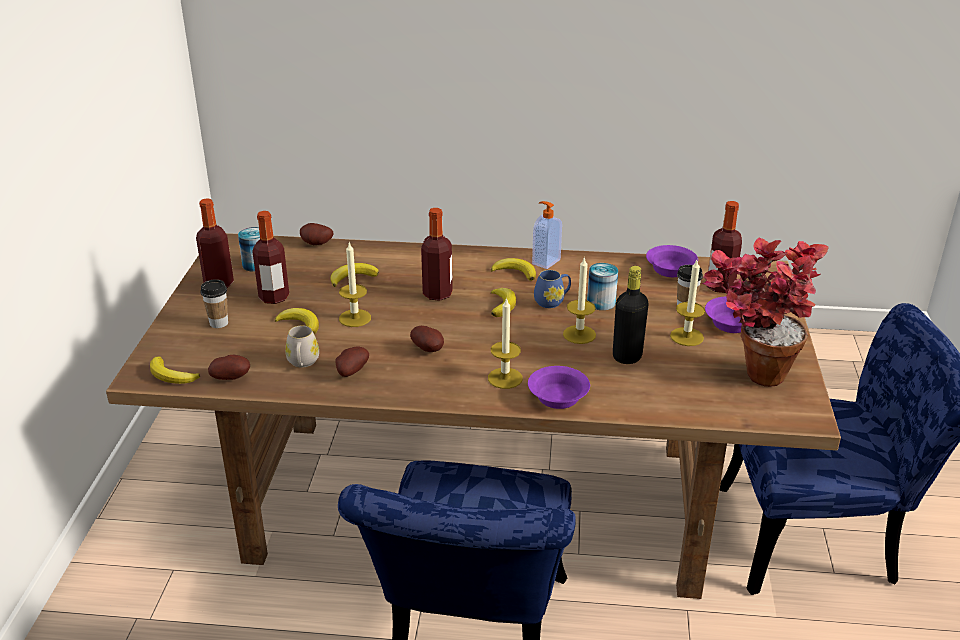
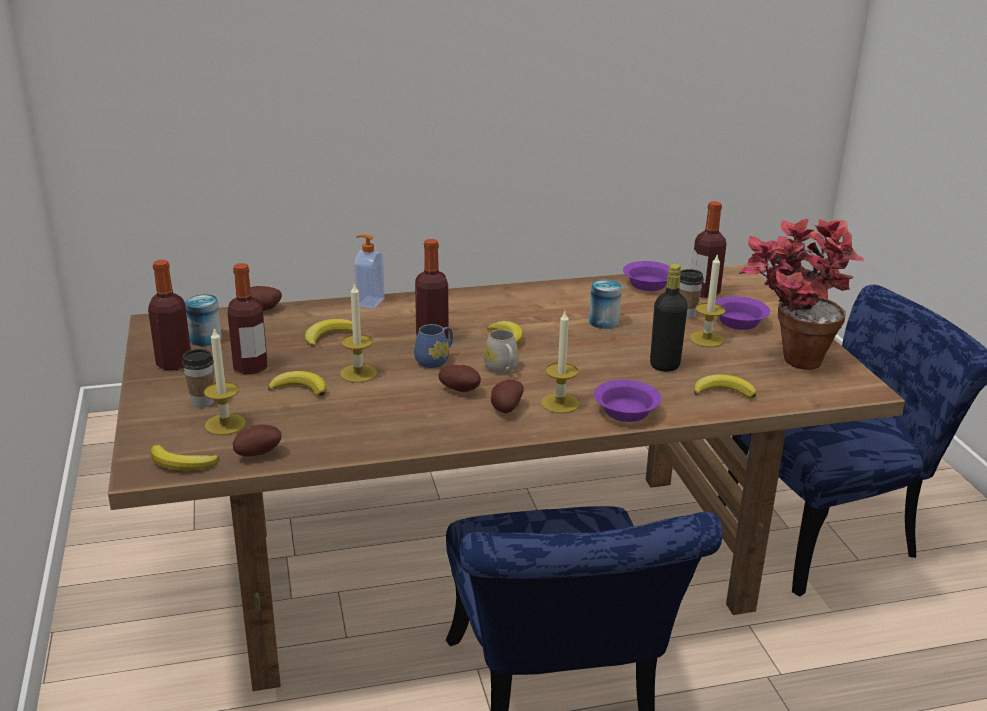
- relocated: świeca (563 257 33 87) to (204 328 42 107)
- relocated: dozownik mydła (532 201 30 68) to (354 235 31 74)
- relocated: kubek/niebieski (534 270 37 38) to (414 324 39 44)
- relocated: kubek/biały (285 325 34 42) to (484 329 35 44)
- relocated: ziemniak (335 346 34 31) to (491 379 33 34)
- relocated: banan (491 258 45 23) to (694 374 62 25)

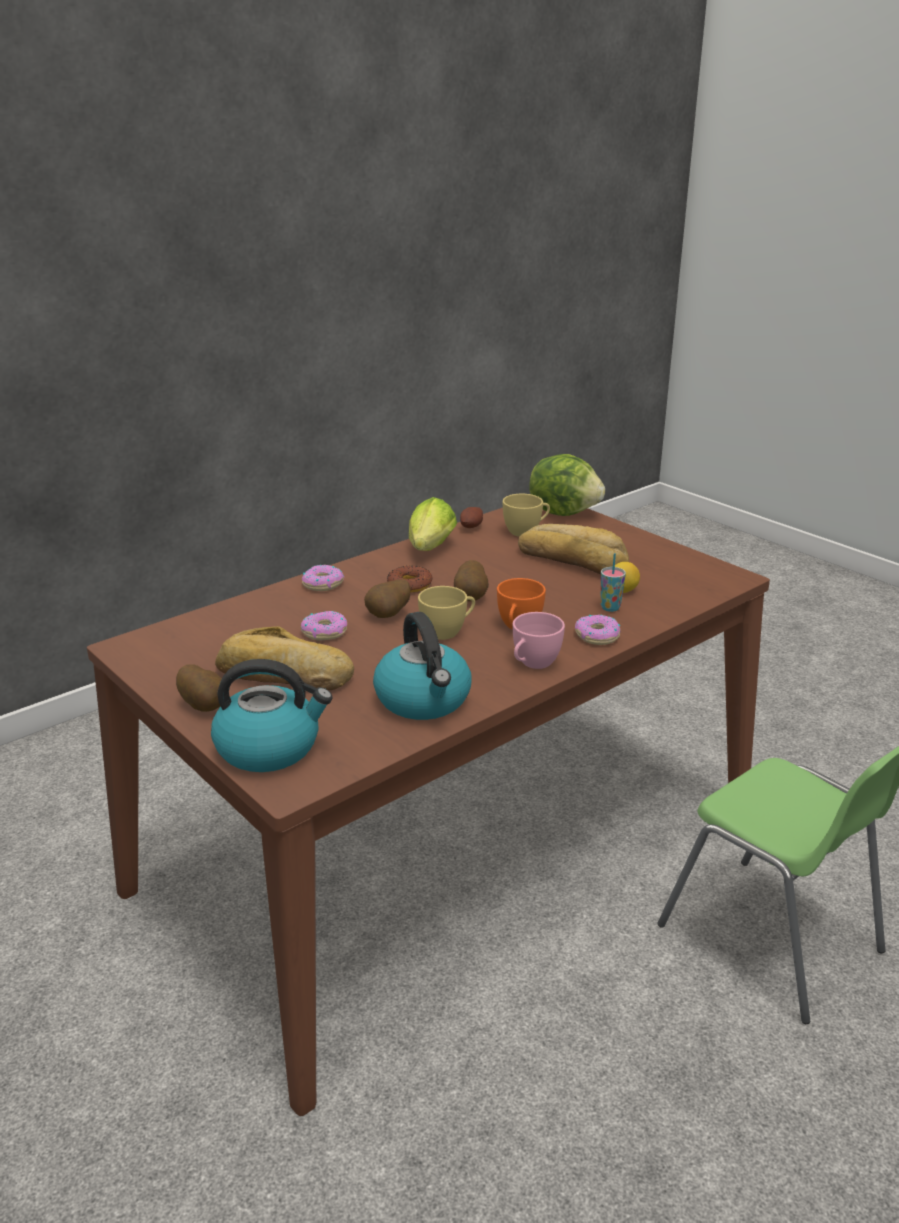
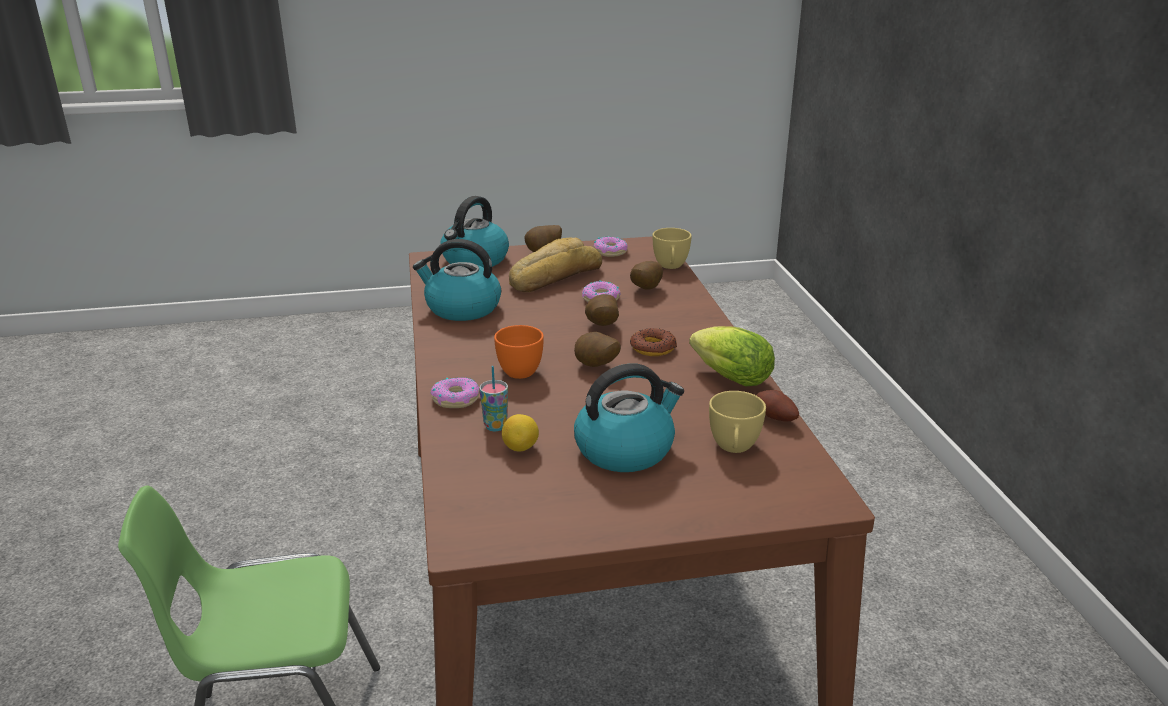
- exchanged: chleb (518 524 111 50) to czajnik (574 363 110 109)
- relocated: donut (302 565 42 26) to (594 236 34 21)
- appeared: ziemniak (630 261 33 29)
- relocated: filiżanka/żółty (418 586 57 54) to (653 228 39 41)
- missing: filiżanka/różowy (513 612 52 57)
- missing: sałata (529 454 76 62)

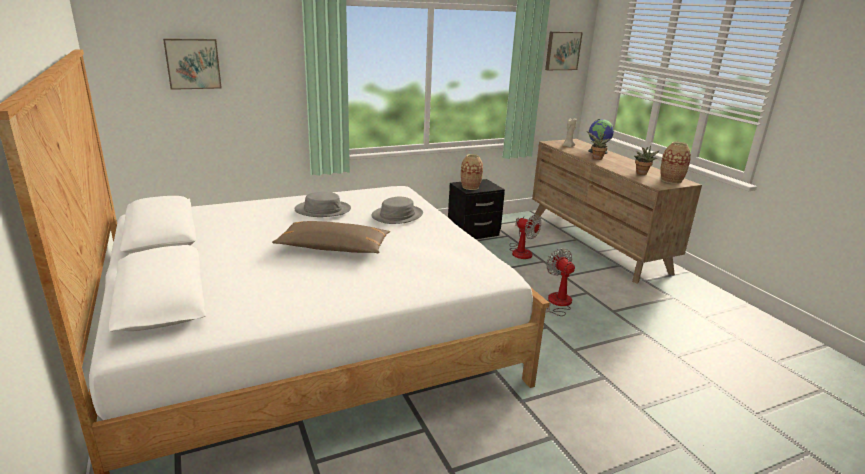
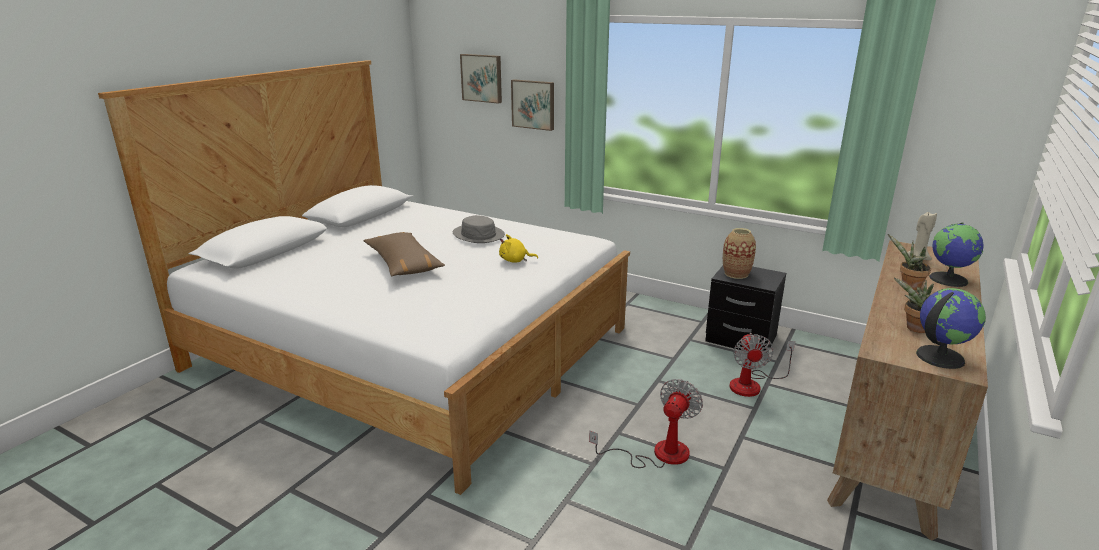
- exchanged: kapelusz/szary (371 196 52 28) to pluszak/żółty (499 234 39 28)
- relocated: obraz (545 31 38 39) to (511 79 43 52)
- exchanged: wazon (660 142 31 42) to globus (916 288 70 81)

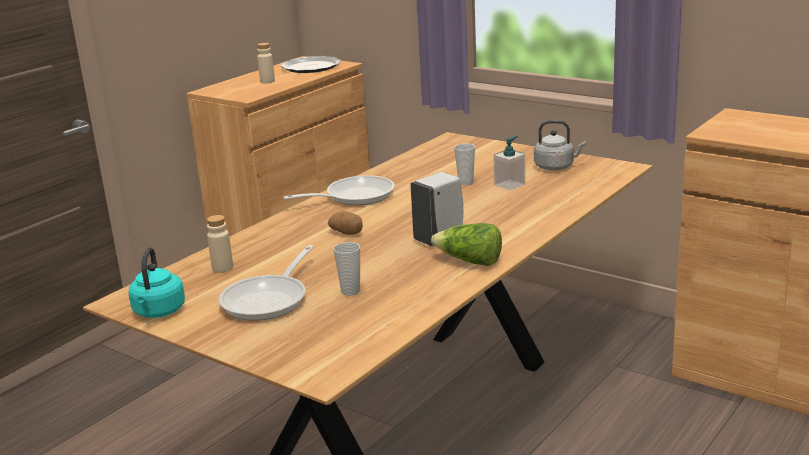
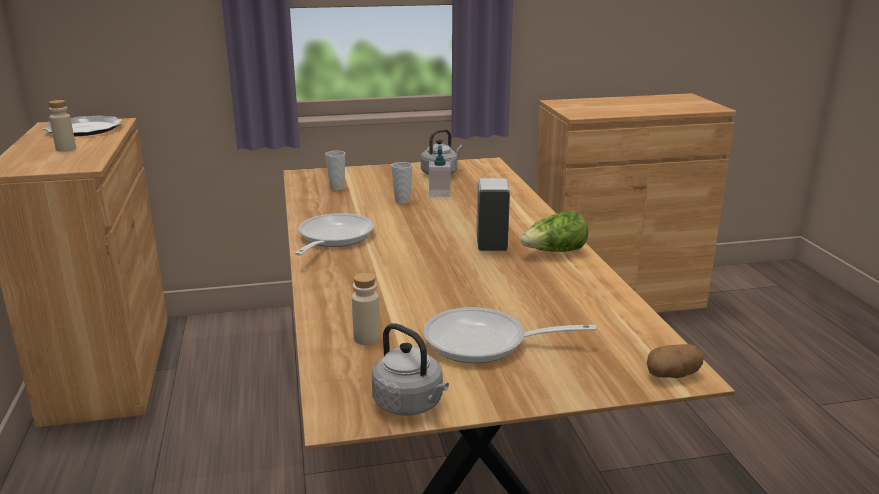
- relocated: filiżanka (333 242 27 54) to (325 151 20 39)
- colour: czajnik/turkusowy (128 247 57 71) to czajnik/szary (372 323 77 93)
- spun: patelnia (219 245 95 76) = (423 307 173 56) 120 degrees clockwise
- relocated: ziemniak (328 211 35 24) to (647 344 57 34)

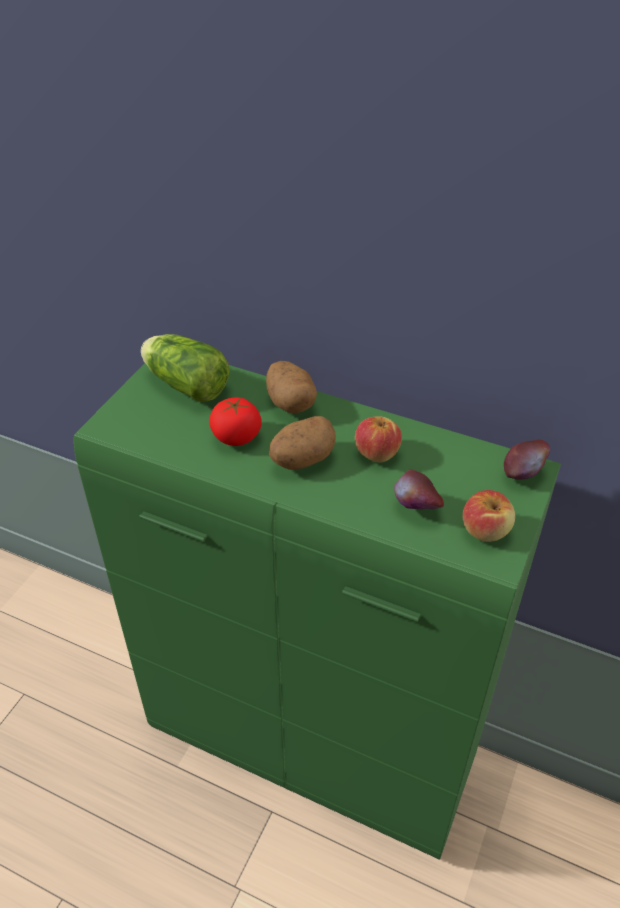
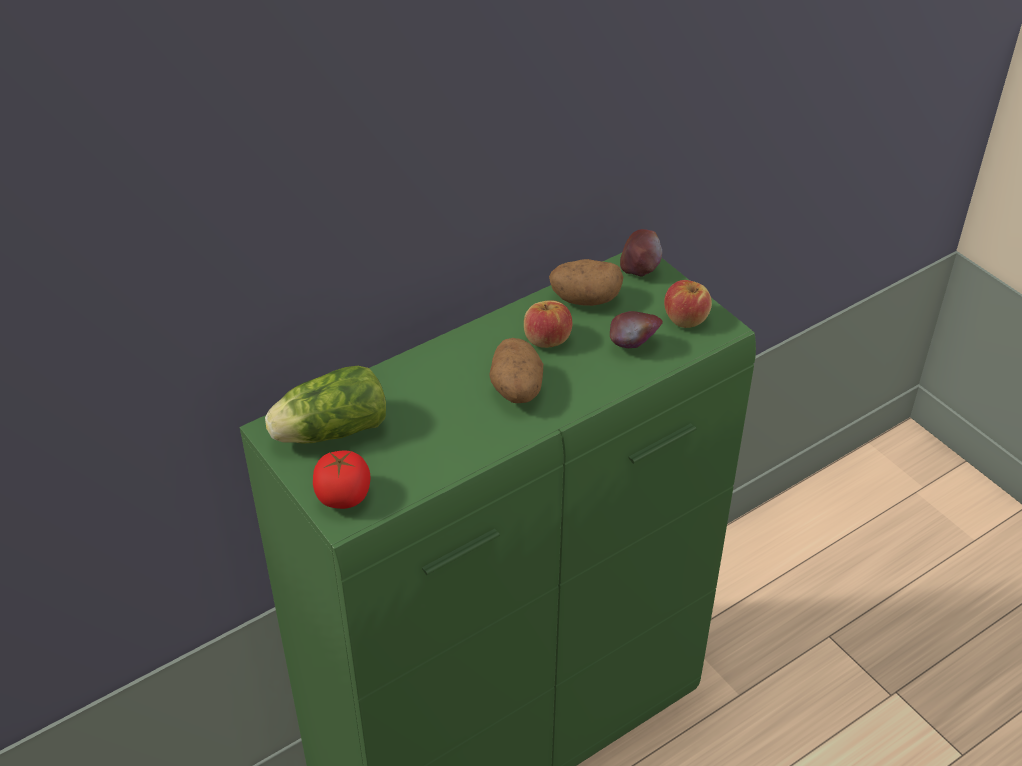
- relocated: pomidor (209 397 53 49) to (313 450 58 59)
- relocated: ziemniak (266 361 51 53) to (549 259 74 47)

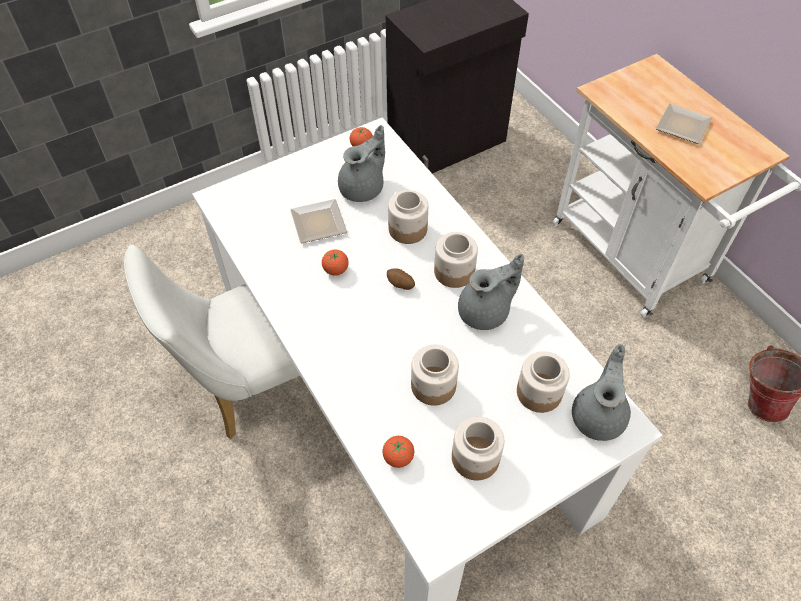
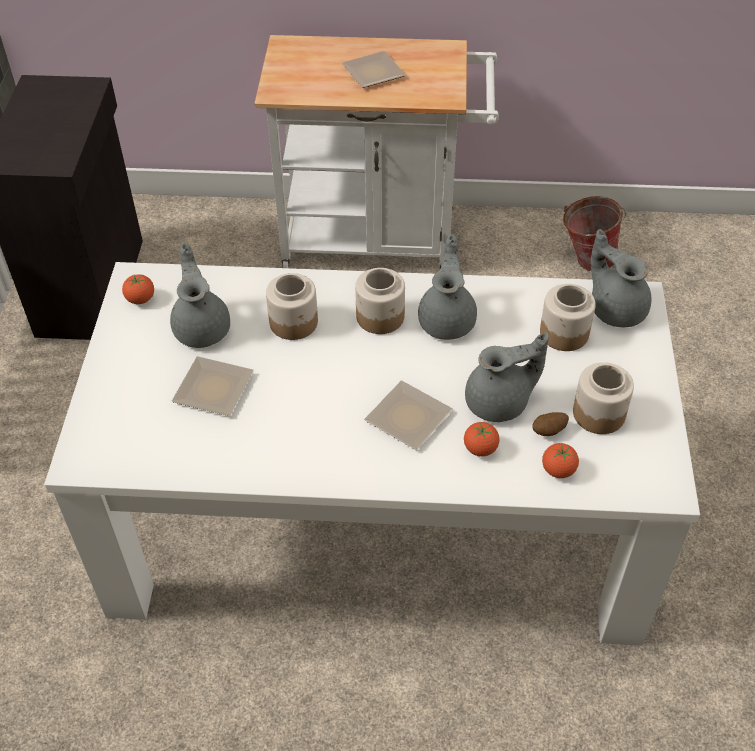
- appeared: talerz (364 381 89 69)
- relocated: pomidor (322 250 27 26) to (464 422 36 34)
- exchanged: słoik (411 345 48 61) to imbryk/szary (465 332 84 90)
- relocated: ziemniak (387 268 28 22) to (532 412 37 24)
- missing: krzesło/biały (124 245 176 194)

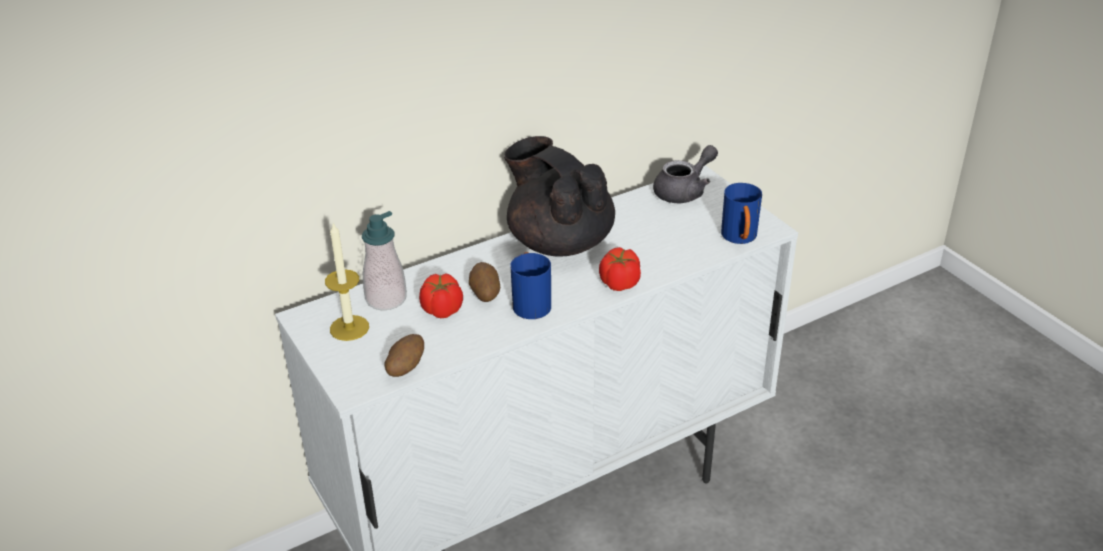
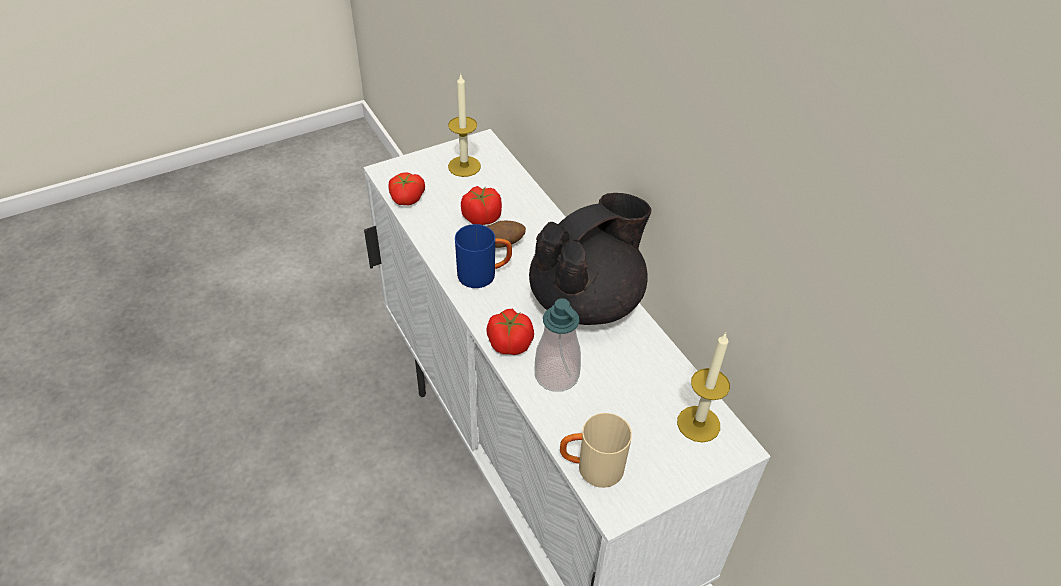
- exchanged: ziemniak (384 334 40 43) to pomidor (389 172 36 33)
- relocated: dozownik mydła (362 211 45 99) to (535 299 46 93)
- colour: kubek/niebieski (721 183 41 61) to kubek/beżowy (560 413 72 75)
- exchanged: imbryk/szary (653 145 65 58) to świeca (677 333 53 110)

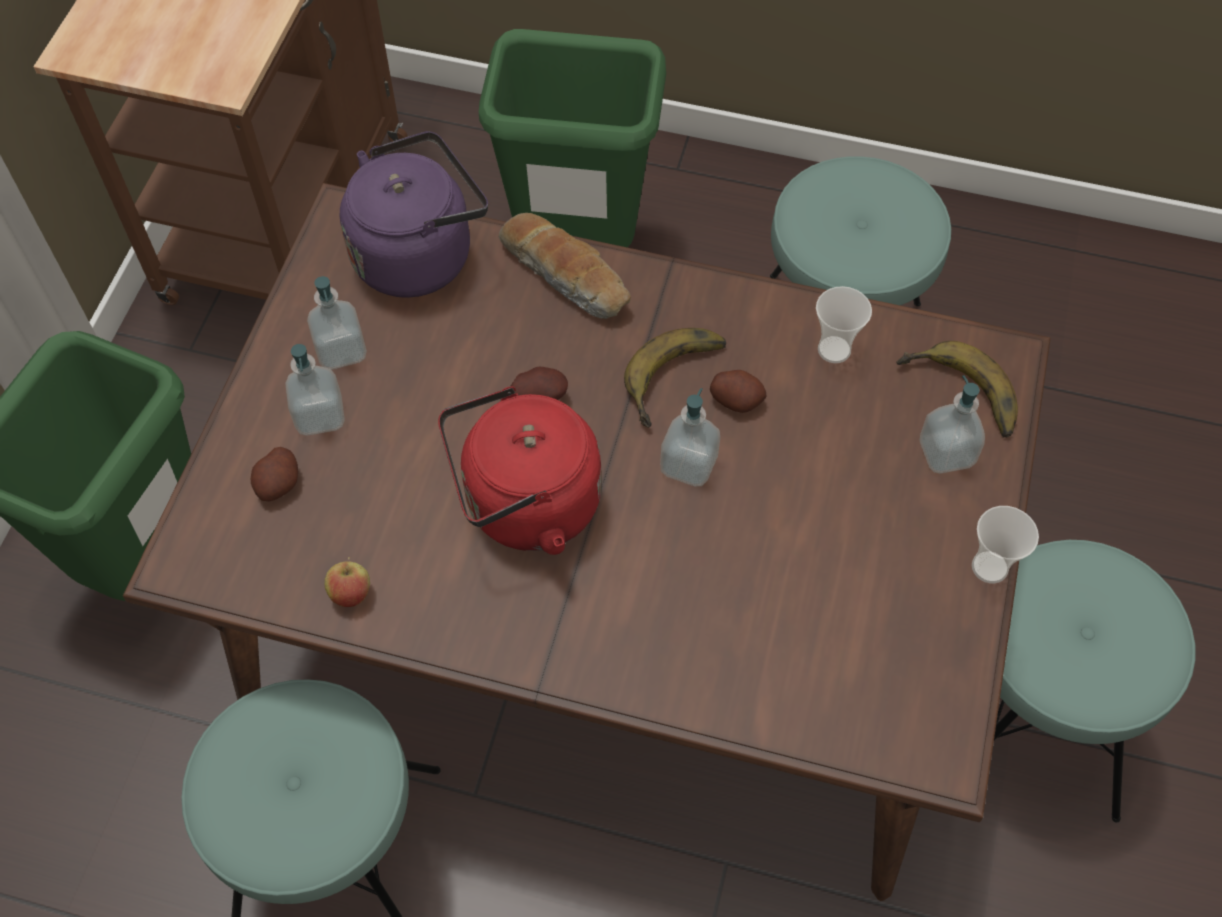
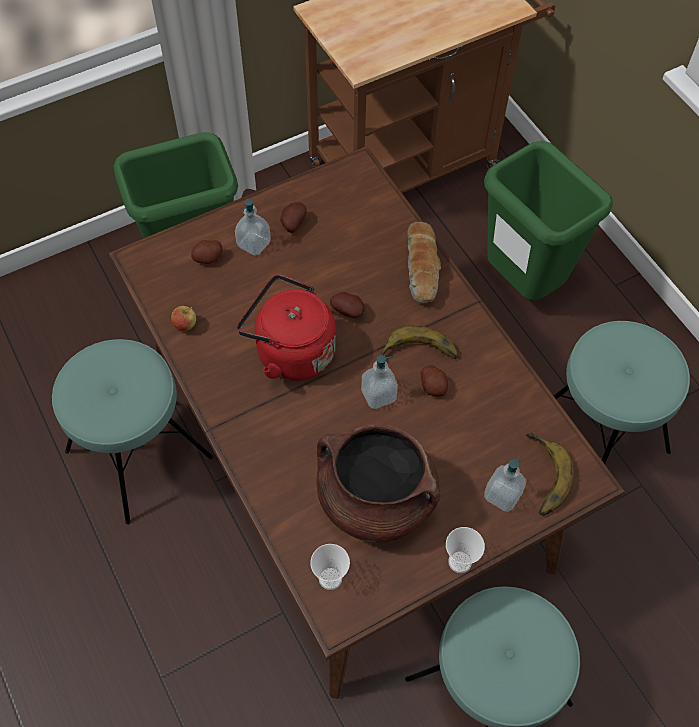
- exchanged: dozownik mydła (307 276 60 94) to ziemniak (280 202 27 31)
- relocated: filiżanka (816 286 56 77) to (310 544 40 46)
- appeared: garnek/brązowy (316 424 124 119)
- missing: czajnik/fioletowy (340 131 148 167)

